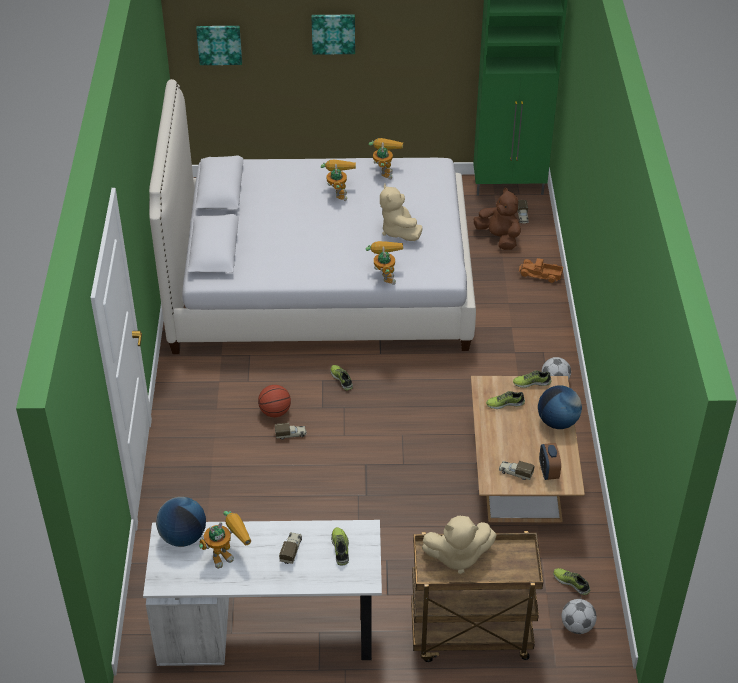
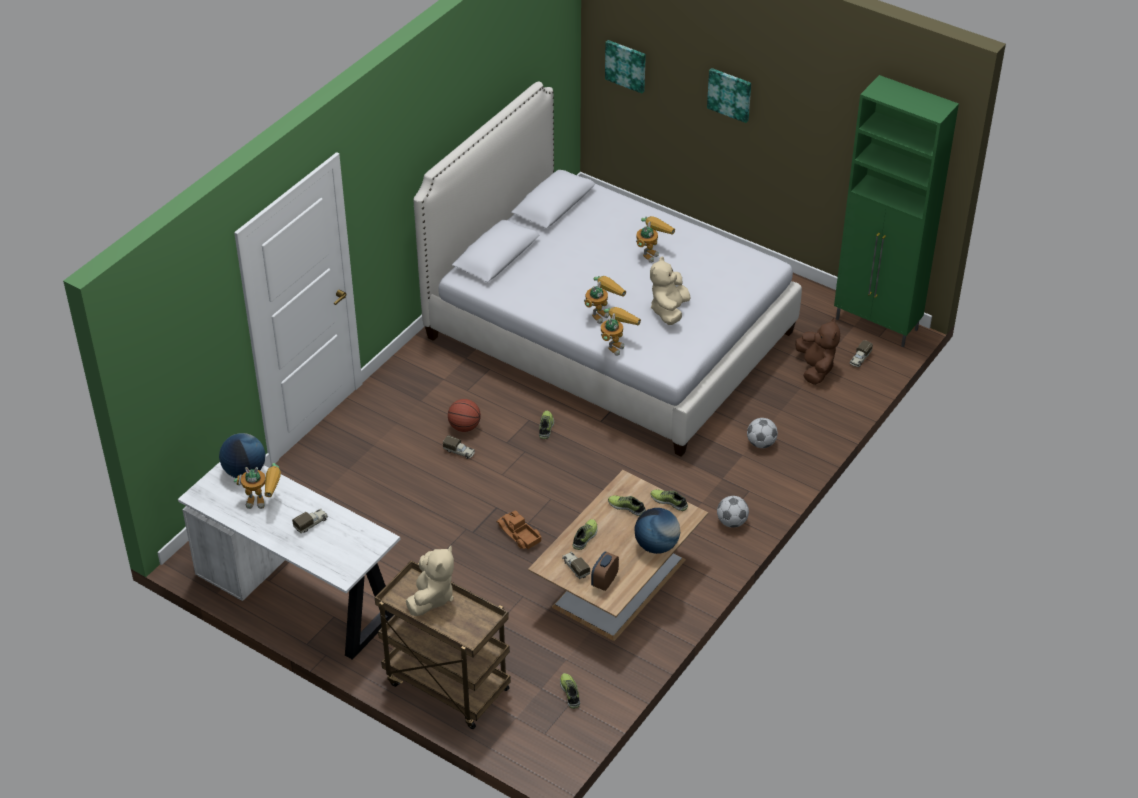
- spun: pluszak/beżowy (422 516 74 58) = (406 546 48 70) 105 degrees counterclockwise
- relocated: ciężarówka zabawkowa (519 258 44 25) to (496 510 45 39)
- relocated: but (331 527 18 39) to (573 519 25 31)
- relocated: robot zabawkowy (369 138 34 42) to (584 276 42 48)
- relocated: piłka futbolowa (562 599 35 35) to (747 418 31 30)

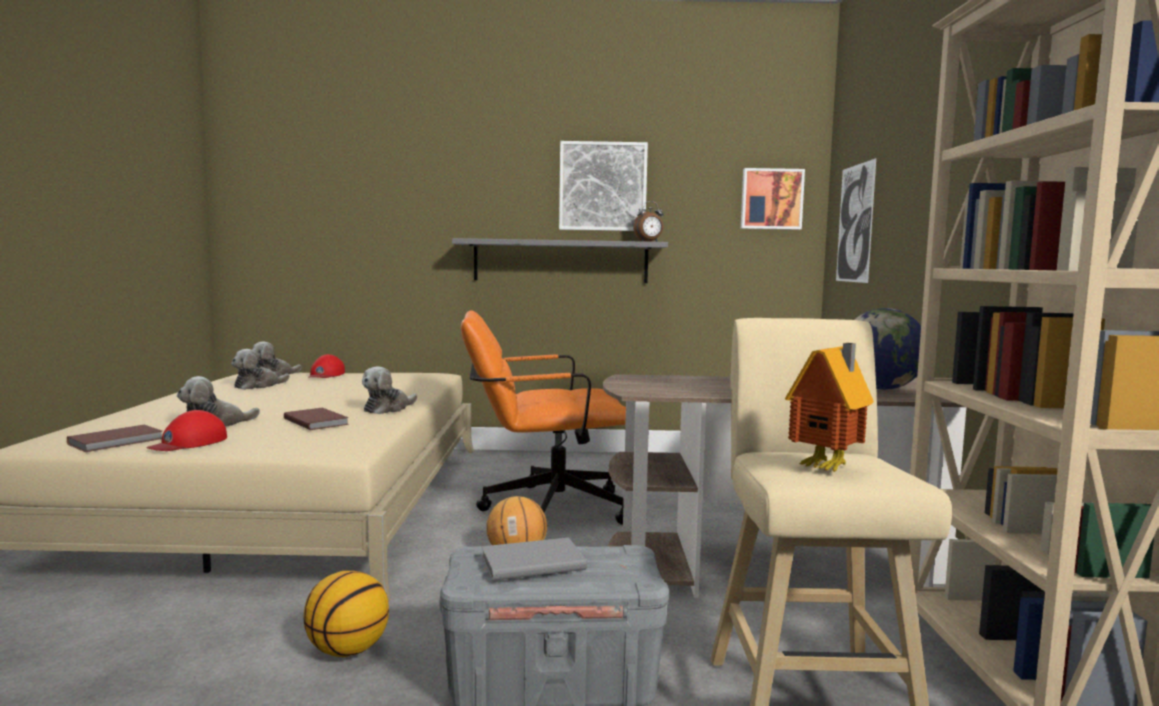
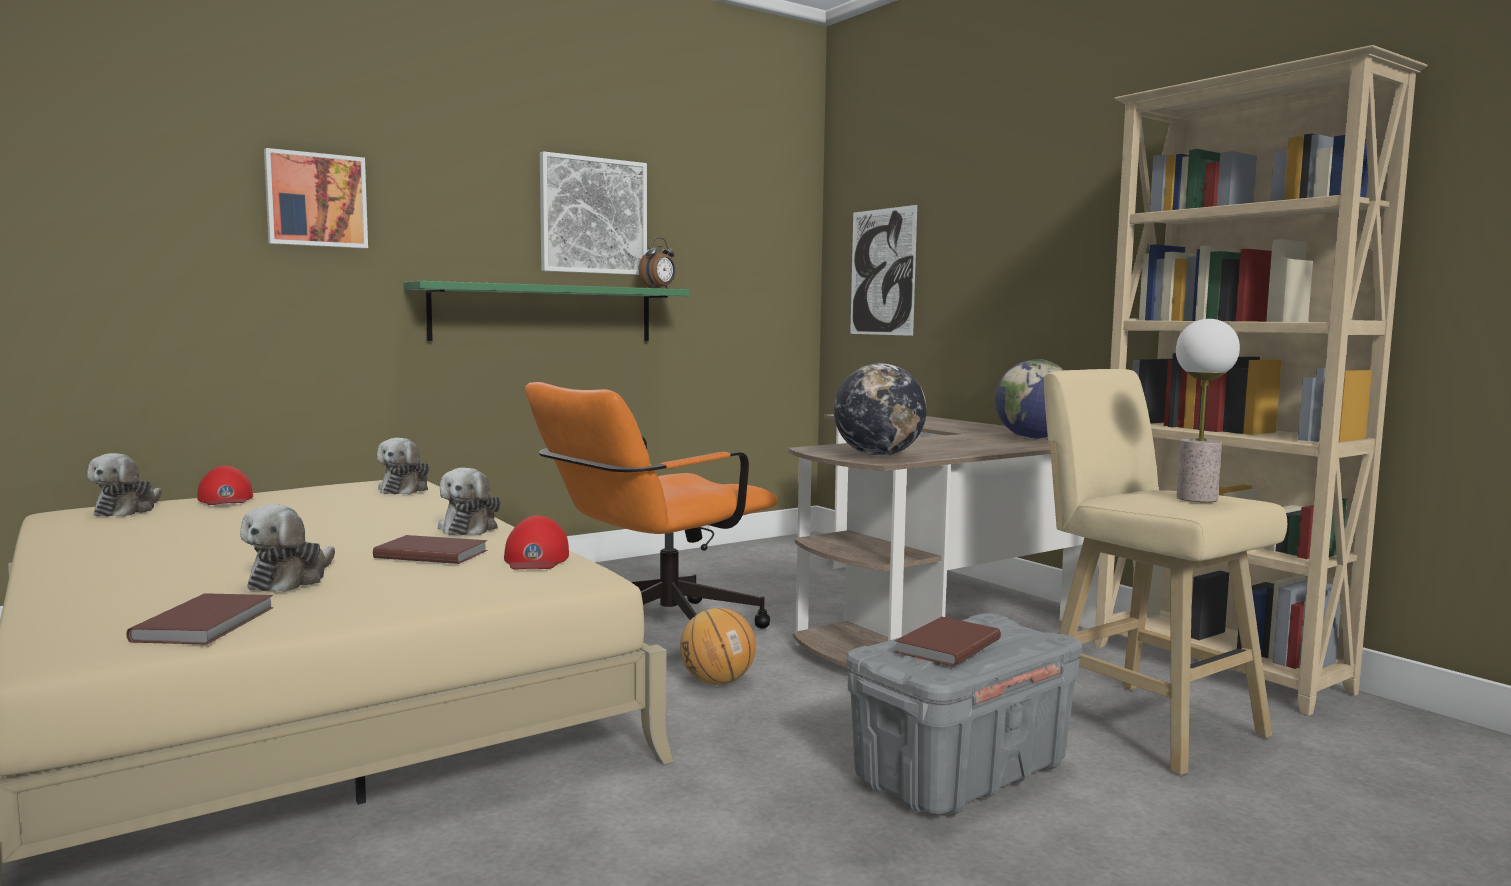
- relocated: obraz (741 168 64 62) to (264 148 104 101)
- relocated: pluszak (231 349 59 41) to (377 438 53 57)
- colour: półka/szary (452 238 216 45) to półka/zielony (403 281 286 60)
- relocated: czapka z daszkiem/czerwony (146 410 81 41) to (504 515 65 55)
- appeared: globus (834 363 93 93)
- colour: książka/szary (481 537 106 44) to książka/brązowy (895 617 106 50)
- exchanged: domek (785 343 89 129) to lampa stołowa (1176 319 64 183)
- missing: piłka do koszykówki (303 571 86 86)

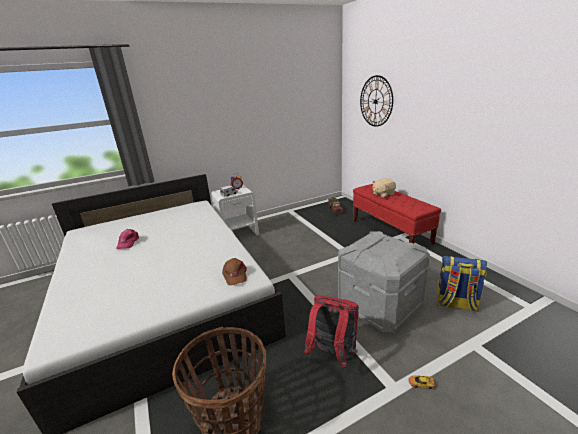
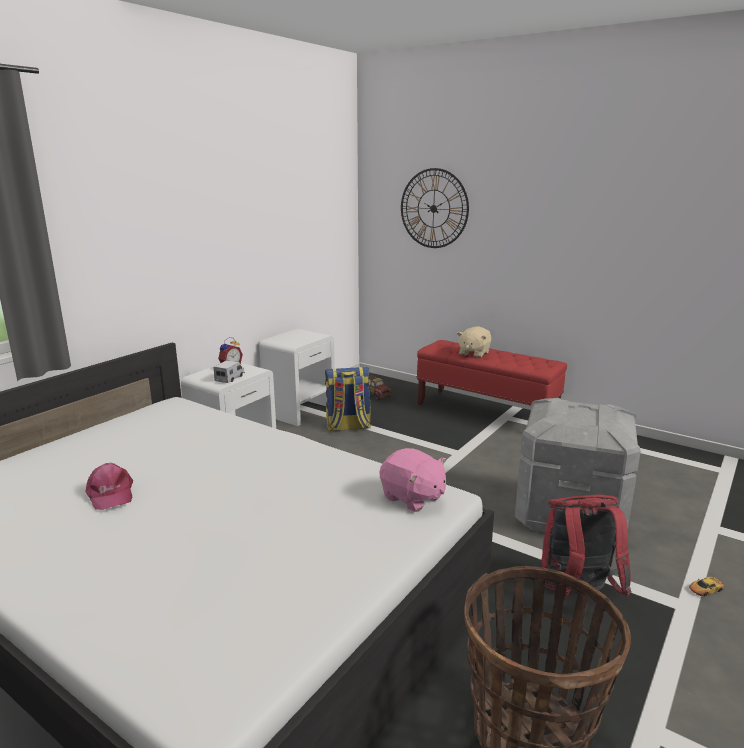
- appeared: szafka nocna/biały (259 329 76 97)
- relocated: plecak (437 256 50 56) to (325 367 46 64)
- exchanged: czapka z daszkiem/brązowy (222 258 25 27) to pluszak/różowy (380 448 66 64)

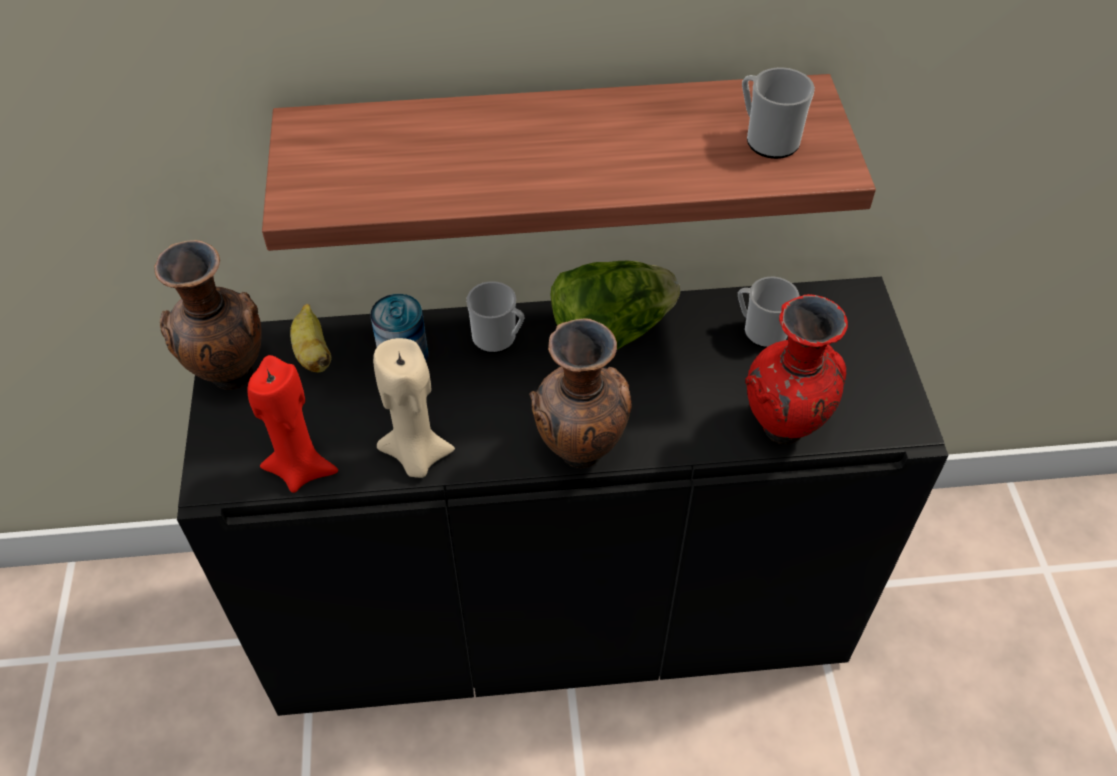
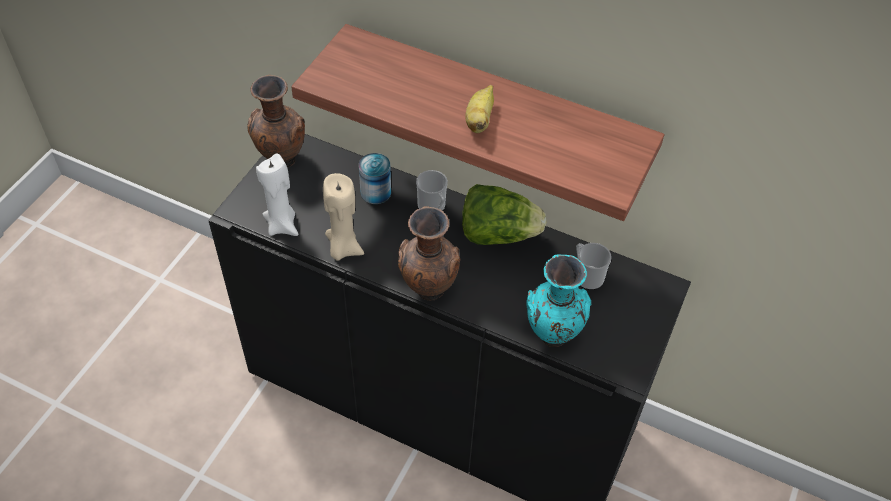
- colour: świeca/czerwony (248 355 90 138) to świeca/biały (256 154 42 82)
- relocated: banan (290 304 41 68) to (465 85 29 48)
- colour: wazon/czerwony (745 294 103 150) to wazon/turkusowy (526 254 66 93)
- missing: kubek (742 67 73 92)

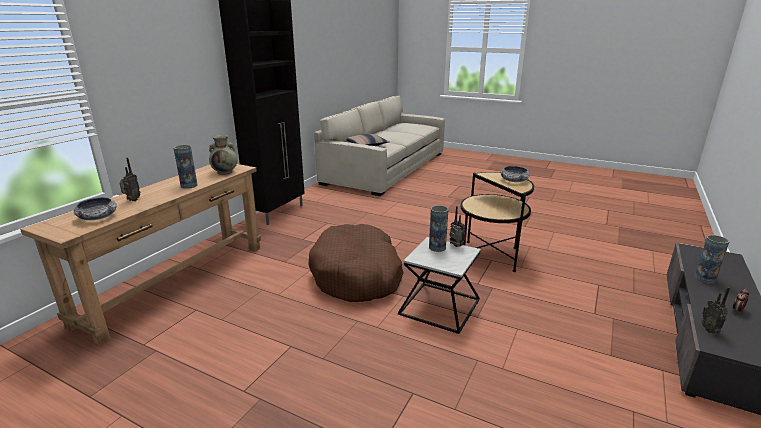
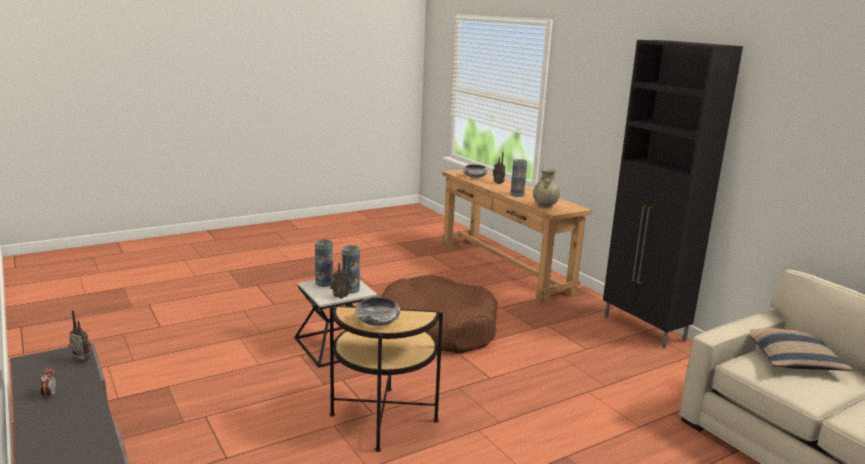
- relocated: wazon (694 235 35 49) to (315 239 18 48)

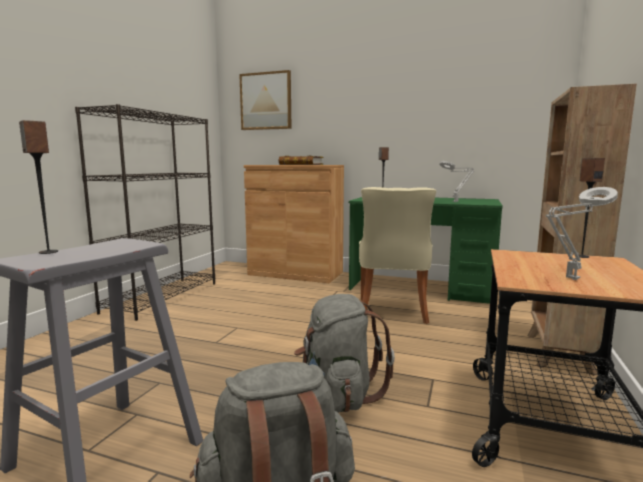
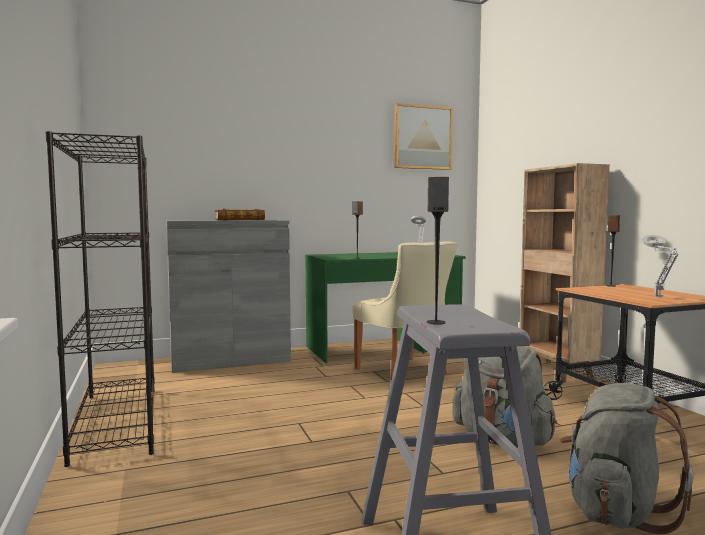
- colour: szafka/brązowy (244 165 100 118) to szafka/szary (166 220 125 153)
- relocated: obraz (239 70 53 60) to (394 103 59 67)

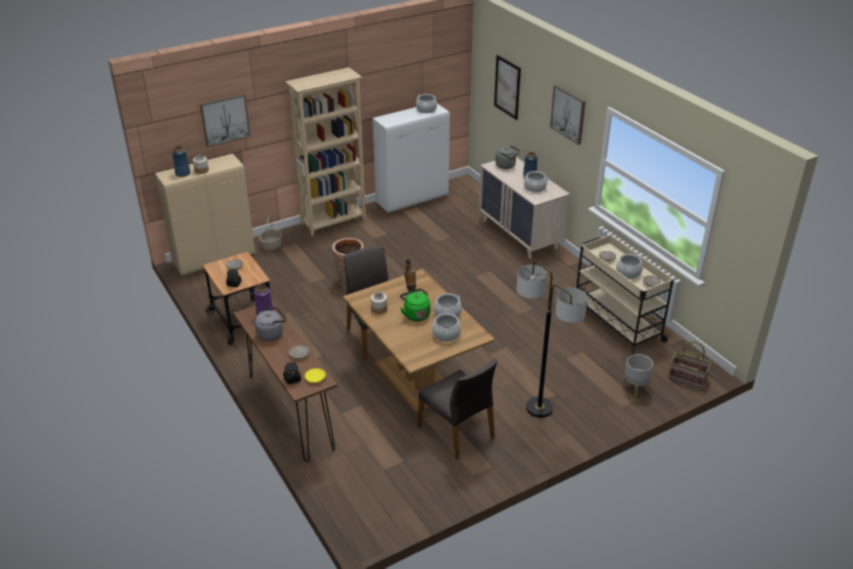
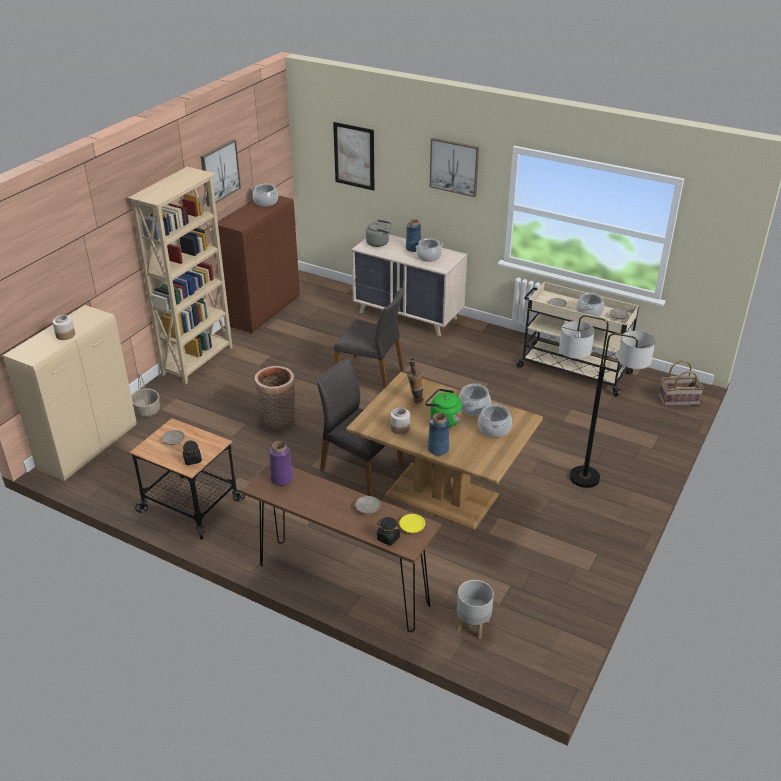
- relocated: obraz (200 94 50 53) to (201 140 40 67)
- colour: szafka/biały (373 104 77 109) to szafka/brązowy (218 195 82 138)
- relocated: krzesło/szary (418 358 79 102) to (335 287 69 101)
- relocated: wazon/niebieski (172 146 18 31) to (428 413 21 43)
- relocated: donica/szary (622 354 31 44) to (457 580 37 59)
- missing: czajnik/szary (255 307 31 34)

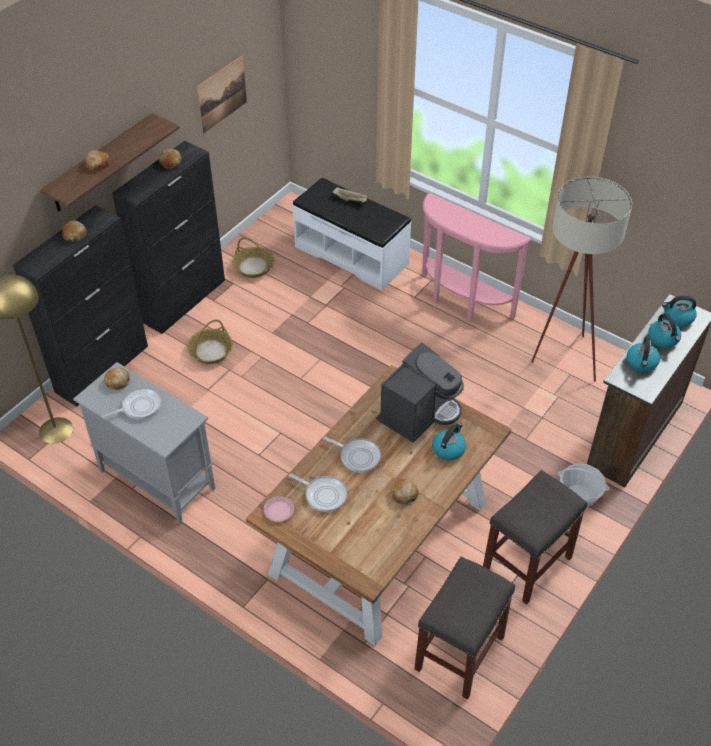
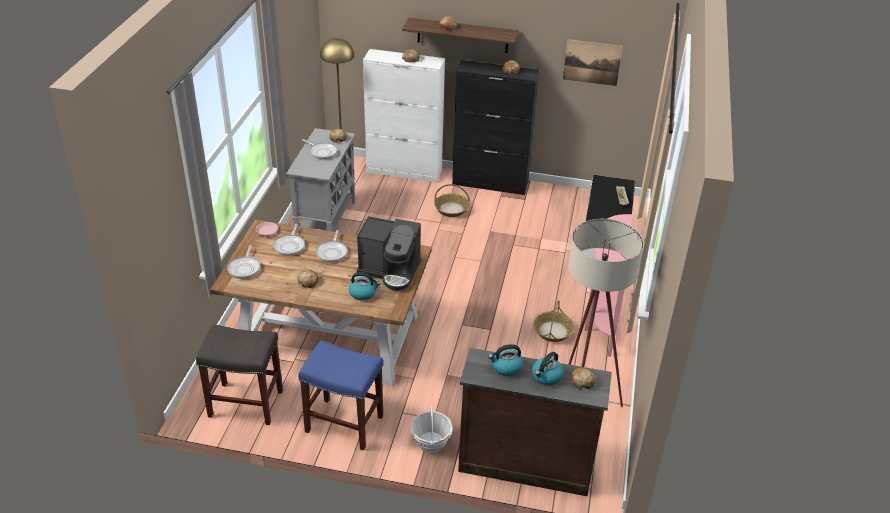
- appeared: patelnia (227 245 33 34)
- colour: stołek/szary (483 470 104 135) to stołek/niebieski (298 340 85 110)
- colour: szafka/czarny (13 205 135 202) to szafka/biały (363 49 82 133)
- relocated: koszyk (232 237 42 41) to (533 300 42 42)
- exchanged: czajnik (662 295 35 32) to chleb (571 368 25 23)

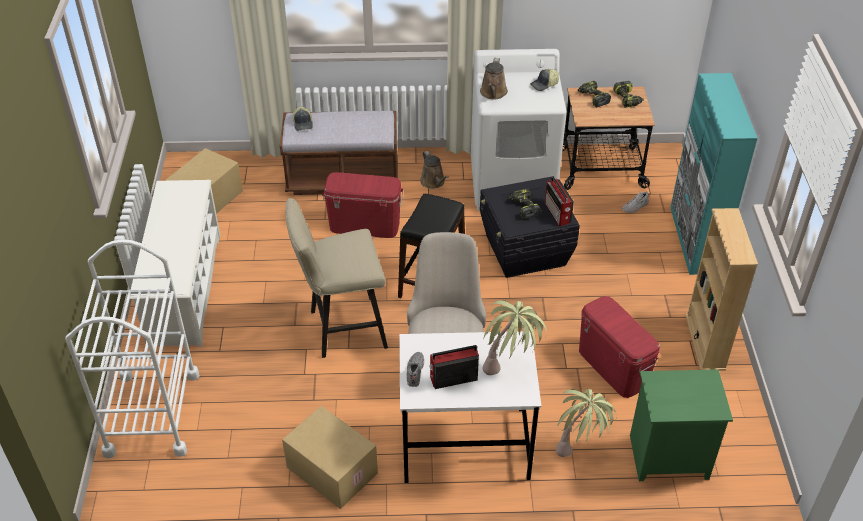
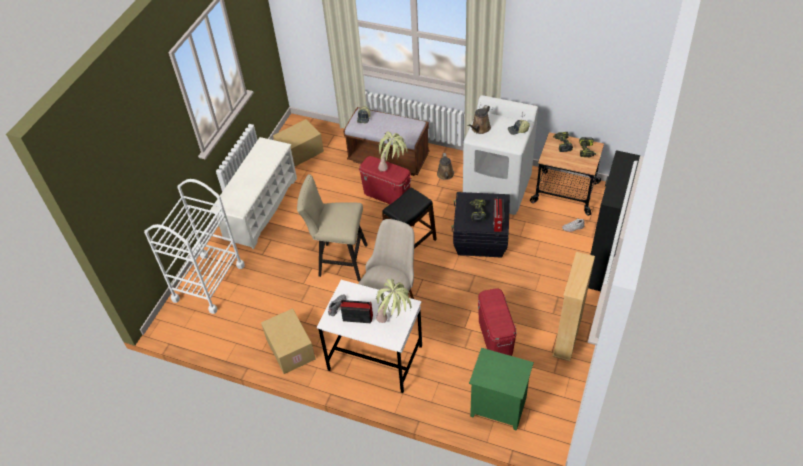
- relocated: roślina doniczkowa (556 389 61 68) to (378 132 30 40)
- colour: szafka/turkusowy (670 73 88 202) to szafka/czarny (588 150 52 141)

